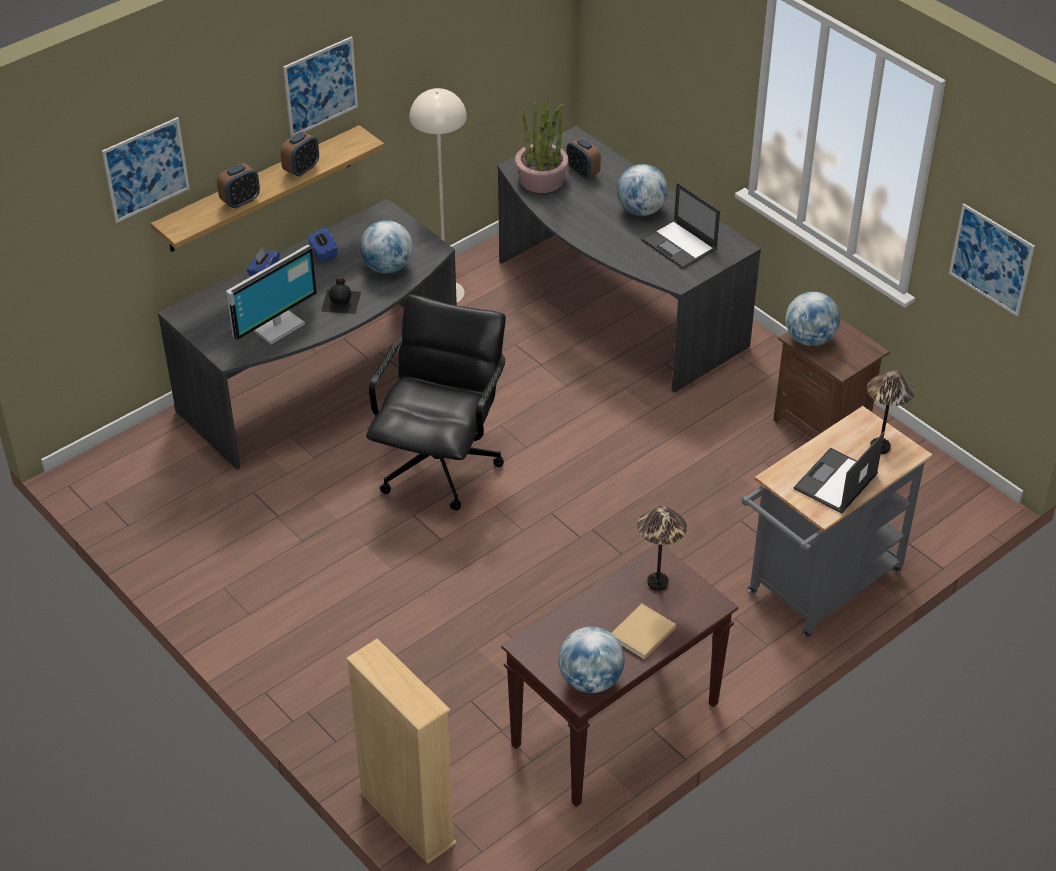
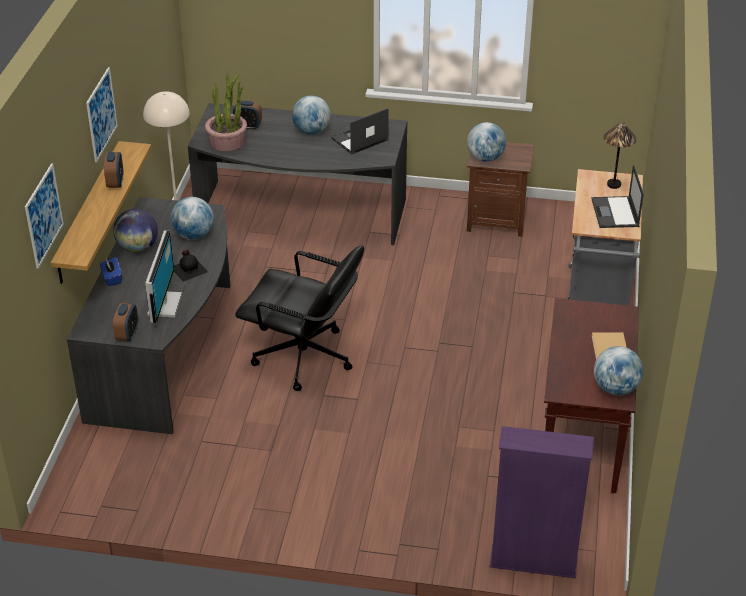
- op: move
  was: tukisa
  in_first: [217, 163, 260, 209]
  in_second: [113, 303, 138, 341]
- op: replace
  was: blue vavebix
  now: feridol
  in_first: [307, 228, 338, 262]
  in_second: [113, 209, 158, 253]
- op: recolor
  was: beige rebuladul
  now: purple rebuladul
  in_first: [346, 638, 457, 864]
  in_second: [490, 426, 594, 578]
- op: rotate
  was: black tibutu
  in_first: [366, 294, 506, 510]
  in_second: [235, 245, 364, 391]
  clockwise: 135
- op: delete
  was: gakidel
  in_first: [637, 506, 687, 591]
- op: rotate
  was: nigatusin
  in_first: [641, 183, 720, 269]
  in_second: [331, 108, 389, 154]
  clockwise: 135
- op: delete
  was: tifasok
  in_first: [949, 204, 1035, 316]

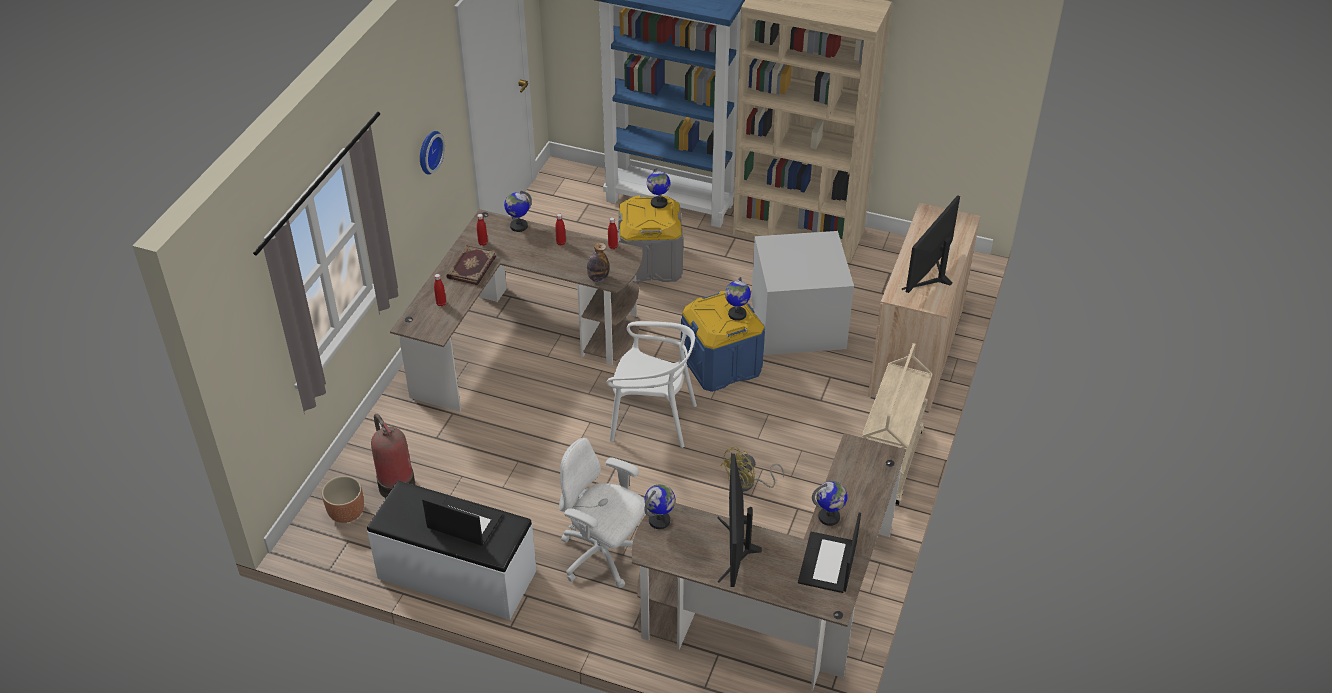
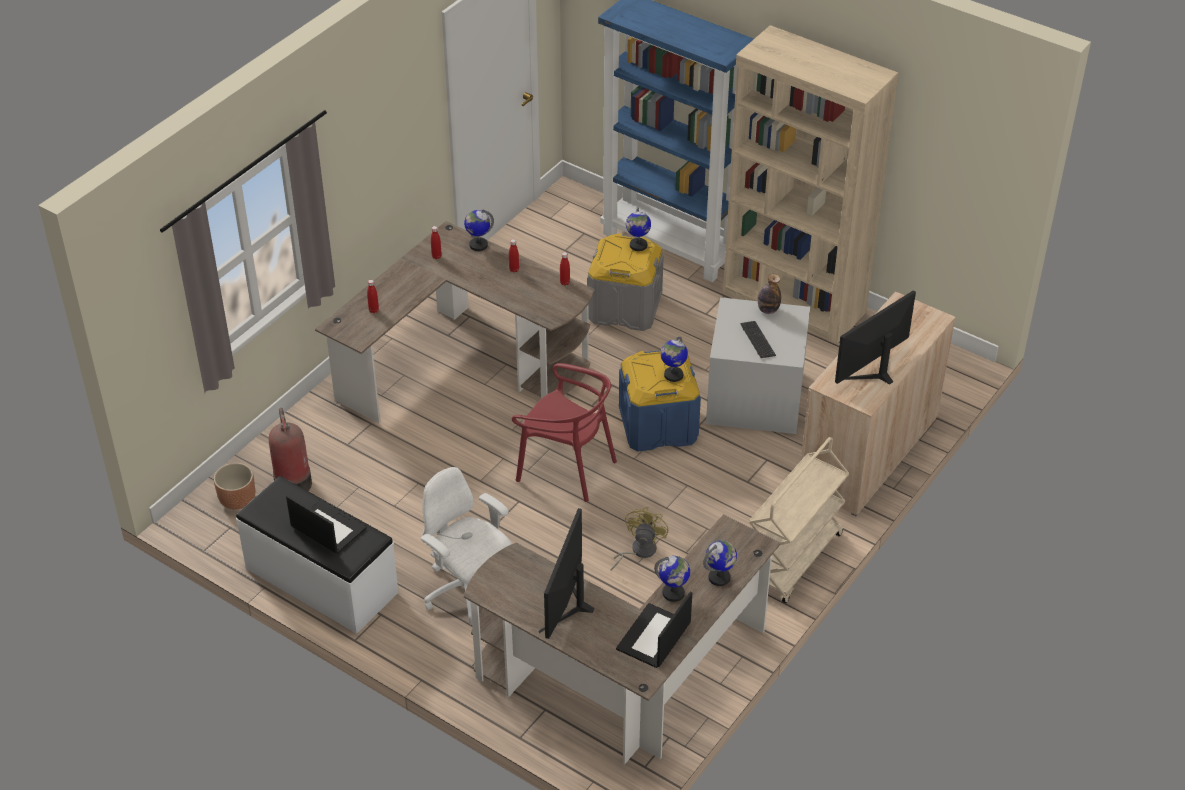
- op: delete
  was: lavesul
  in_first: [420, 131, 445, 175]
- op: delete
  was: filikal
  in_first: [446, 245, 496, 285]
- op: move
  was: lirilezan
  in_first: [587, 242, 609, 282]
  in_second: [758, 274, 781, 314]
- op: recolor
  was: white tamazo
  now: red tamazo
  in_first: [606, 321, 697, 448]
  in_second: [512, 363, 617, 502]
- op: move
  was: feridol
  in_first: [644, 484, 675, 529]
  in_second: [703, 540, 737, 586]
- op: rotate
  was: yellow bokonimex
  in_first: [720, 446, 784, 492]
  in_second: [611, 507, 668, 571]
  clockwise: 135
- op: insert
  now: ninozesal
  in_second: [740, 321, 776, 358]

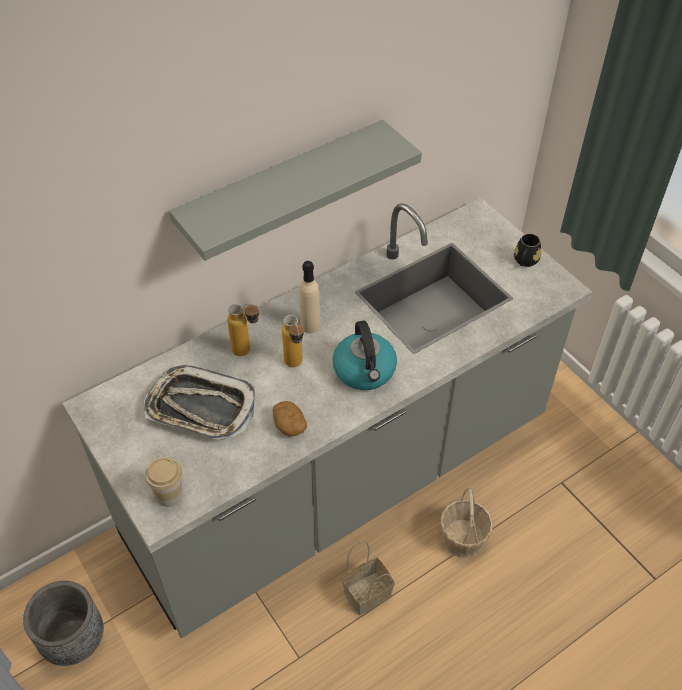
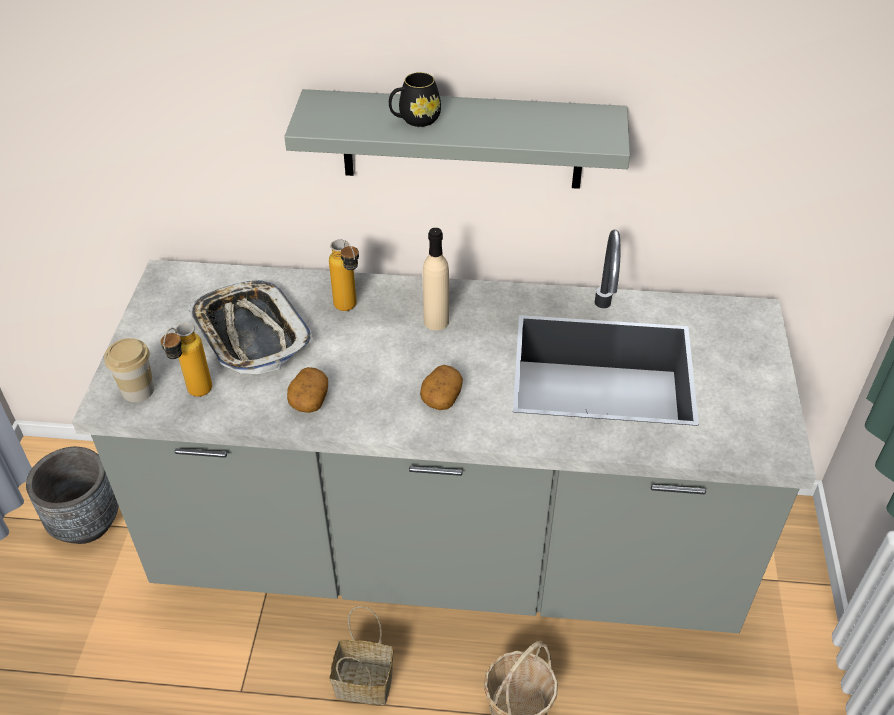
- op: move
  was: lirilezan
  in_first: [282, 315, 304, 367]
  in_second: [161, 322, 212, 397]
- op: replace
  was: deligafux
  now: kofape
  in_first: [332, 321, 397, 390]
  in_second: [420, 365, 463, 410]
- op: move
  was: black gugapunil
  in_first: [514, 234, 541, 267]
  in_second: [389, 72, 441, 127]

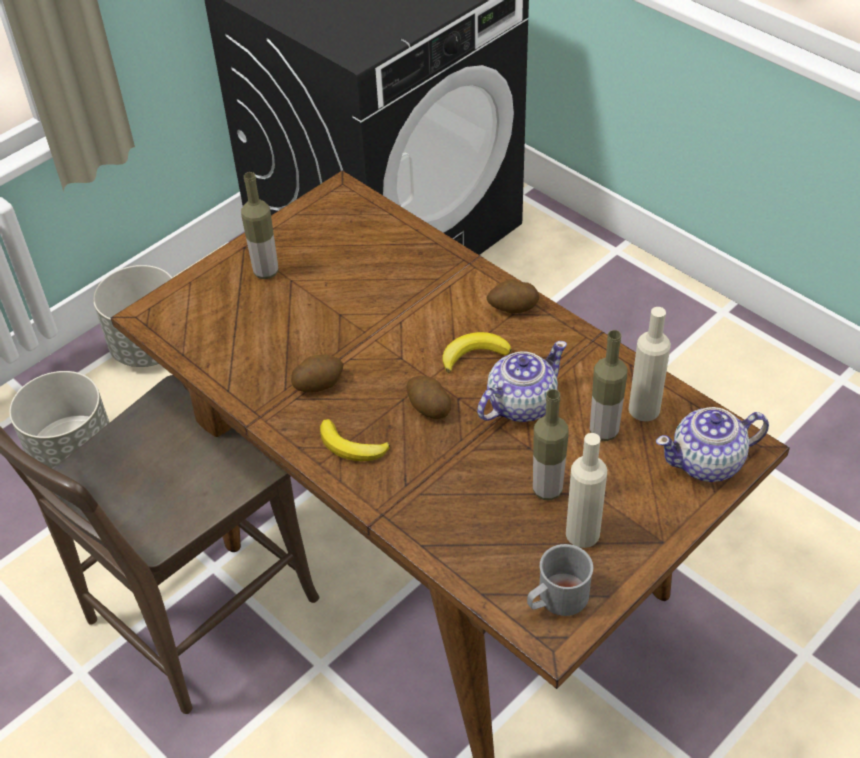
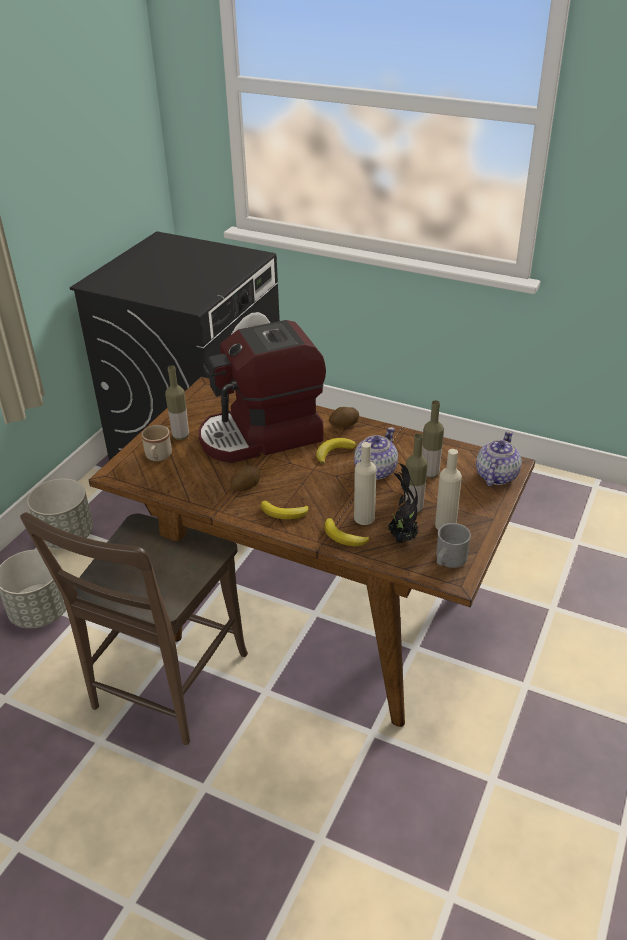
- op: delete
  was: kofape
  in_first: [407, 376, 451, 419]
- op: move
  was: beige lirilezan
  in_first: [629, 307, 671, 421]
  in_second: [354, 442, 377, 525]
- op: rotate
  was: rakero
  in_first: [656, 407, 769, 482]
  in_second: [476, 431, 522, 486]
  clockwise: 150
- op: insert
  now: beige gugapunil
  in_second: [142, 425, 172, 461]
- op: insert
  now: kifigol
  in_second: [199, 320, 326, 463]
- op: insert
  now: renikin
  in_second: [324, 518, 370, 546]
- op: insert
  now: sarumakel
  in_second: [385, 463, 419, 543]

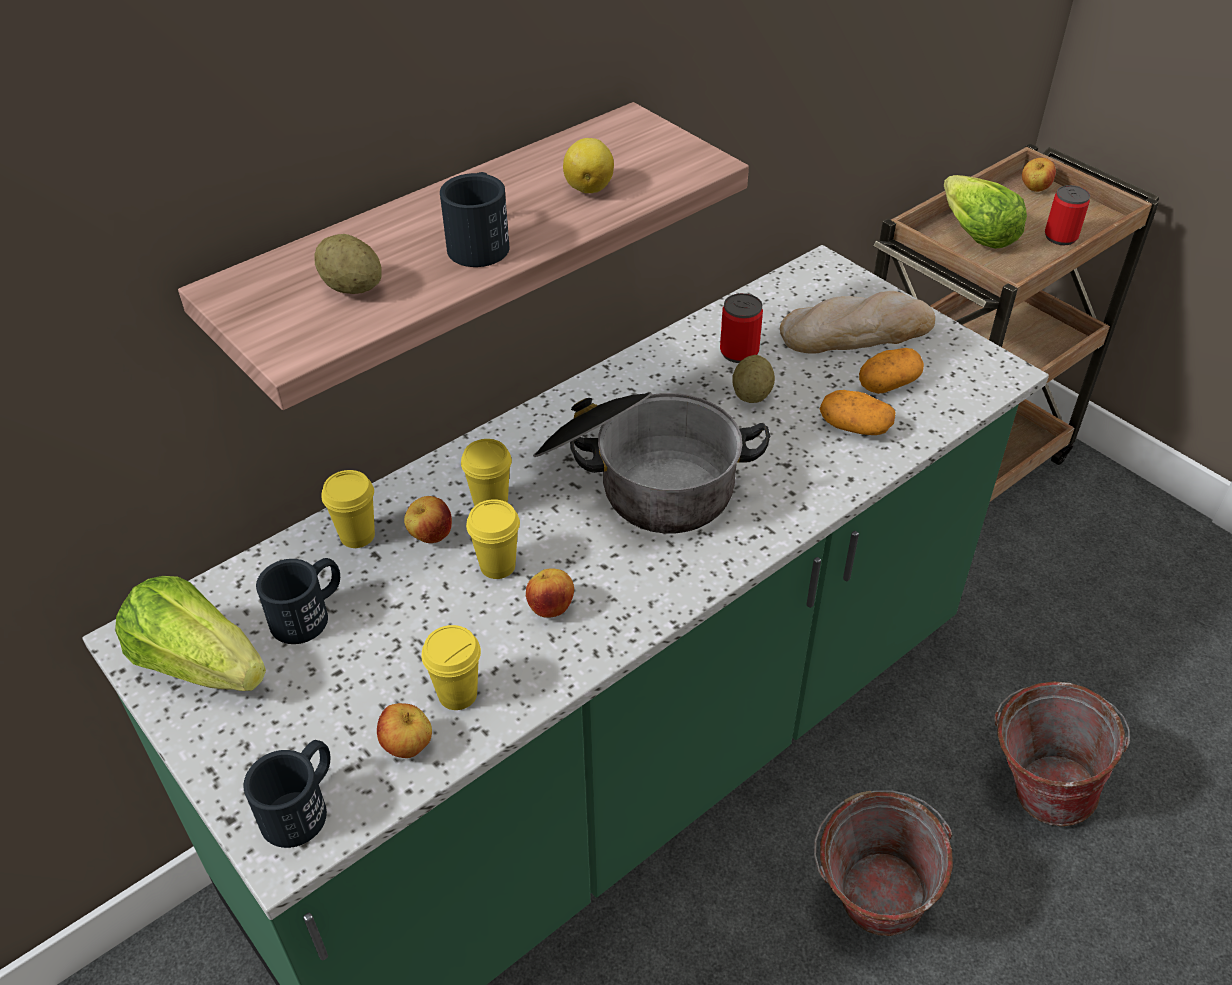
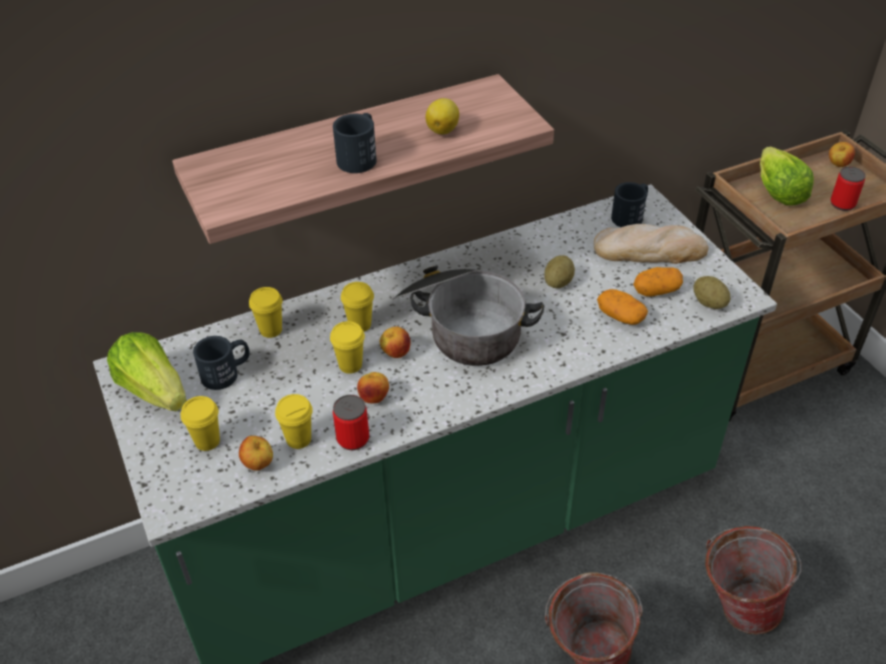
- op: move
  was: black gugapunil
  in_first: [243, 740, 330, 848]
  in_second: [611, 182, 648, 227]
- op: move
  was: kofape
  in_first: [314, 234, 382, 294]
  in_second: [693, 276, 730, 309]
- op: move
  was: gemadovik
  in_first: [404, 496, 452, 543]
  in_second: [380, 327, 411, 358]
- op: move
  was: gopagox
  in_first: [720, 293, 763, 363]
  in_second: [333, 395, 369, 450]
- op: insert
  now: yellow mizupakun
  in_second: [181, 396, 220, 451]

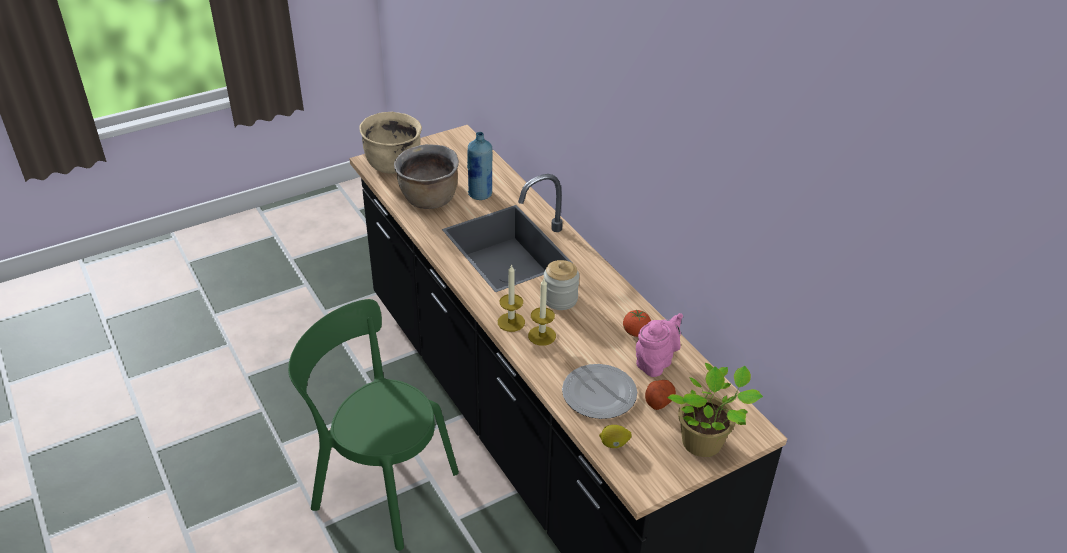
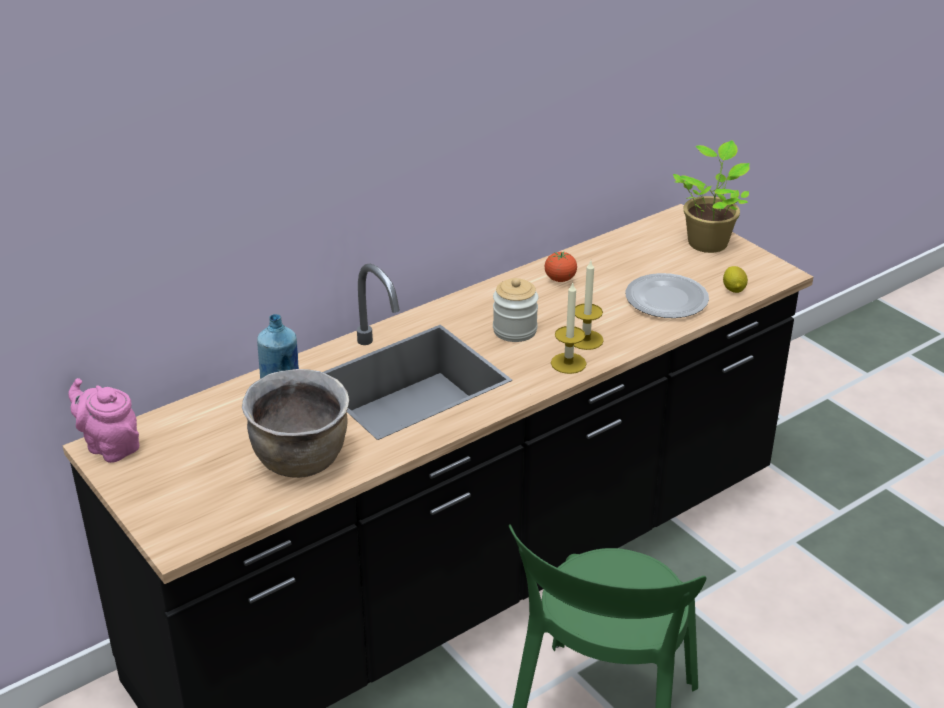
- op: delete
  was: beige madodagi
  in_first: [359, 112, 422, 174]
- op: move
  was: pink rakero
  in_first: [636, 313, 683, 377]
  in_second: [68, 378, 139, 463]
- op: delete
  was: kofape
  in_first: [645, 380, 676, 410]

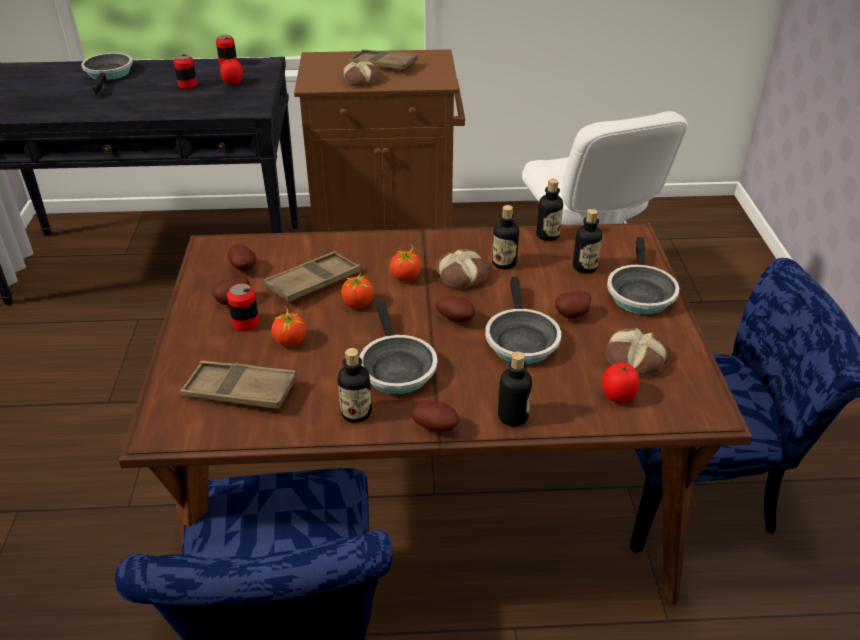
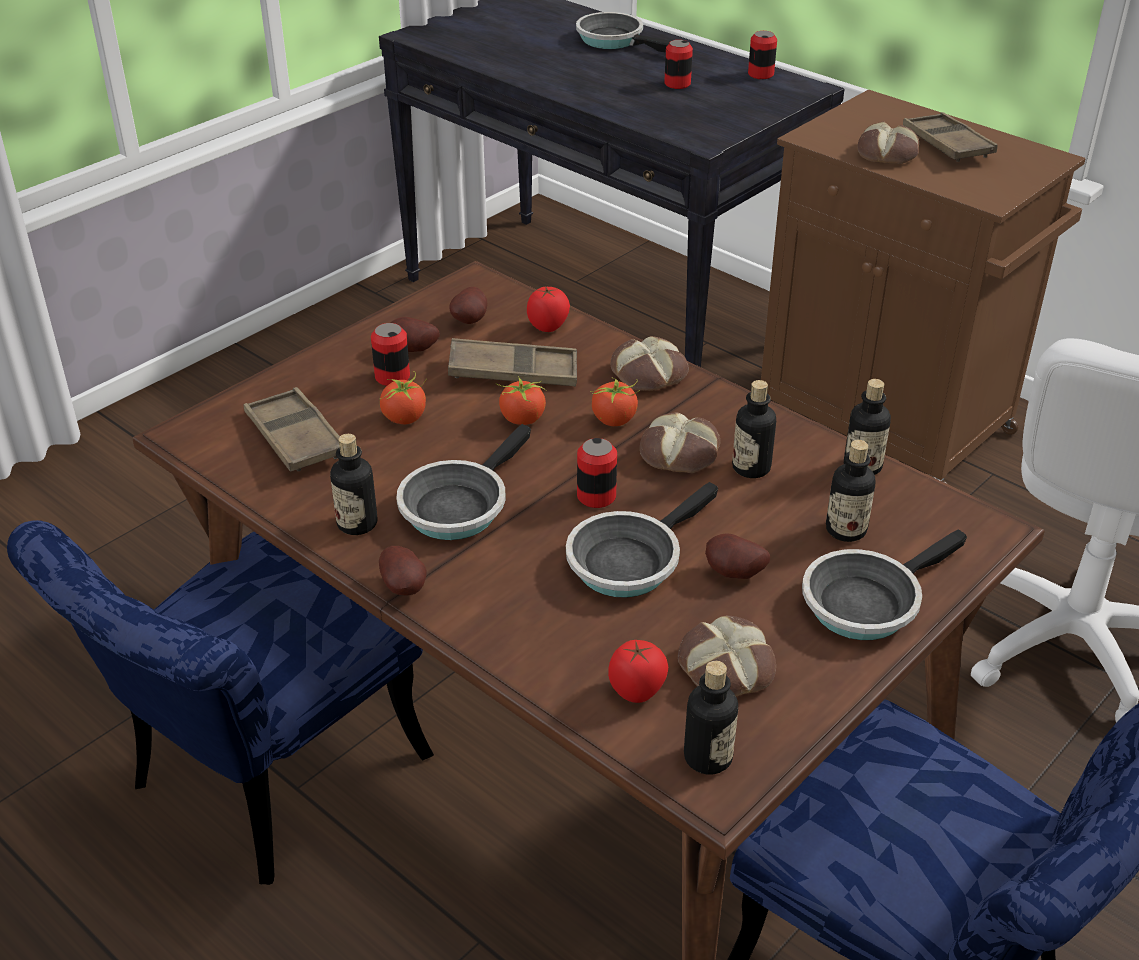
- op: rotate
  was: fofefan
  in_first: [81, 53, 133, 95]
  in_second: [576, 12, 671, 53]
  clockwise: -90
- op: move
  was: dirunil
  in_first: [220, 59, 243, 85]
  in_second: [527, 286, 570, 332]
- op: replace
  was: kofape
  now: gopagox
  in_first: [436, 295, 475, 322]
  in_second: [577, 438, 617, 508]
- op: move
  was: lirilezan
  in_first: [498, 351, 532, 426]
  in_second: [684, 661, 738, 775]
- op: insert
  now: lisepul
  in_second: [611, 336, 689, 391]

